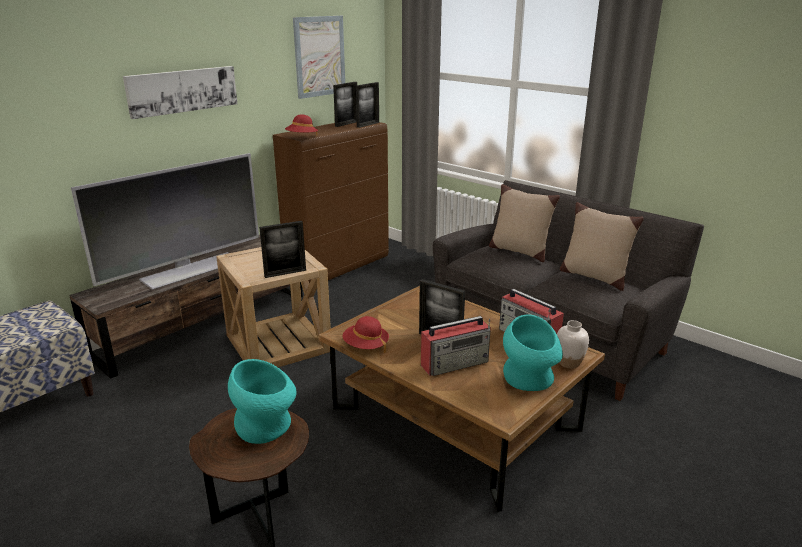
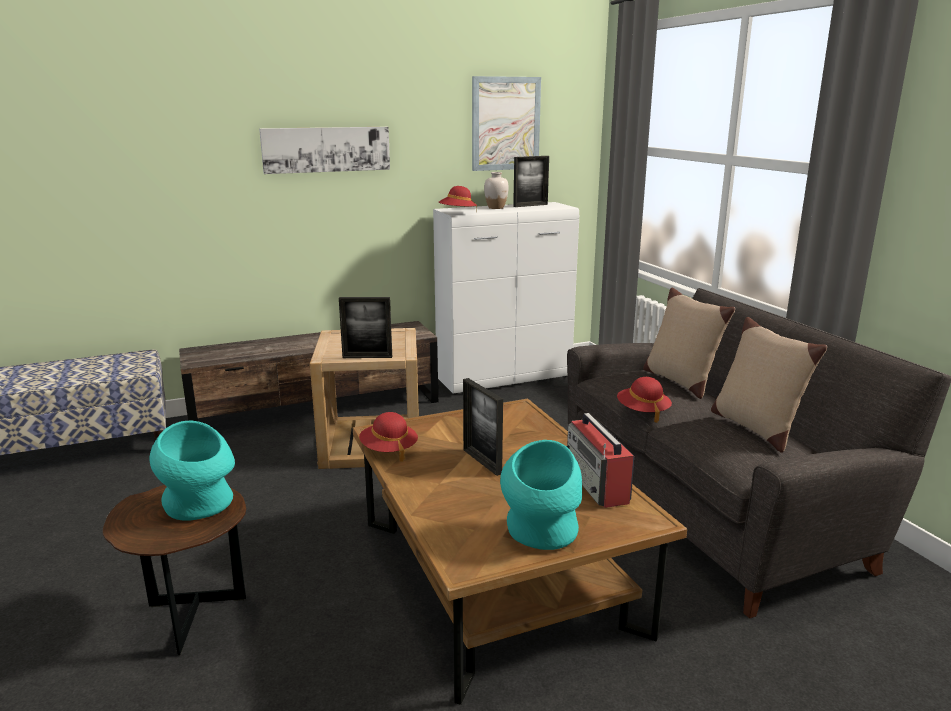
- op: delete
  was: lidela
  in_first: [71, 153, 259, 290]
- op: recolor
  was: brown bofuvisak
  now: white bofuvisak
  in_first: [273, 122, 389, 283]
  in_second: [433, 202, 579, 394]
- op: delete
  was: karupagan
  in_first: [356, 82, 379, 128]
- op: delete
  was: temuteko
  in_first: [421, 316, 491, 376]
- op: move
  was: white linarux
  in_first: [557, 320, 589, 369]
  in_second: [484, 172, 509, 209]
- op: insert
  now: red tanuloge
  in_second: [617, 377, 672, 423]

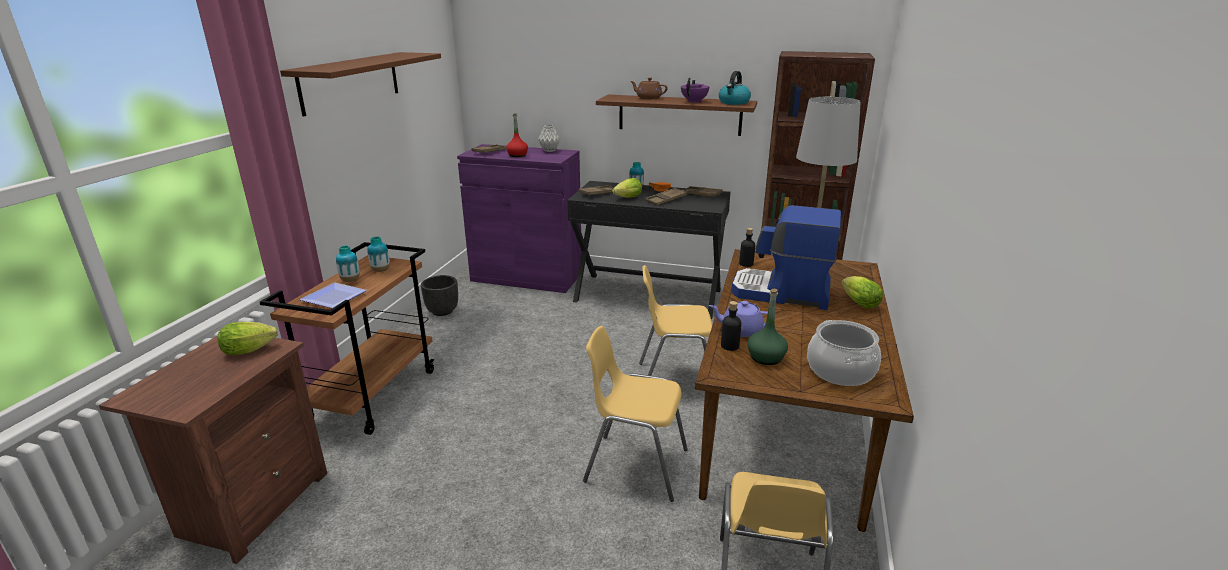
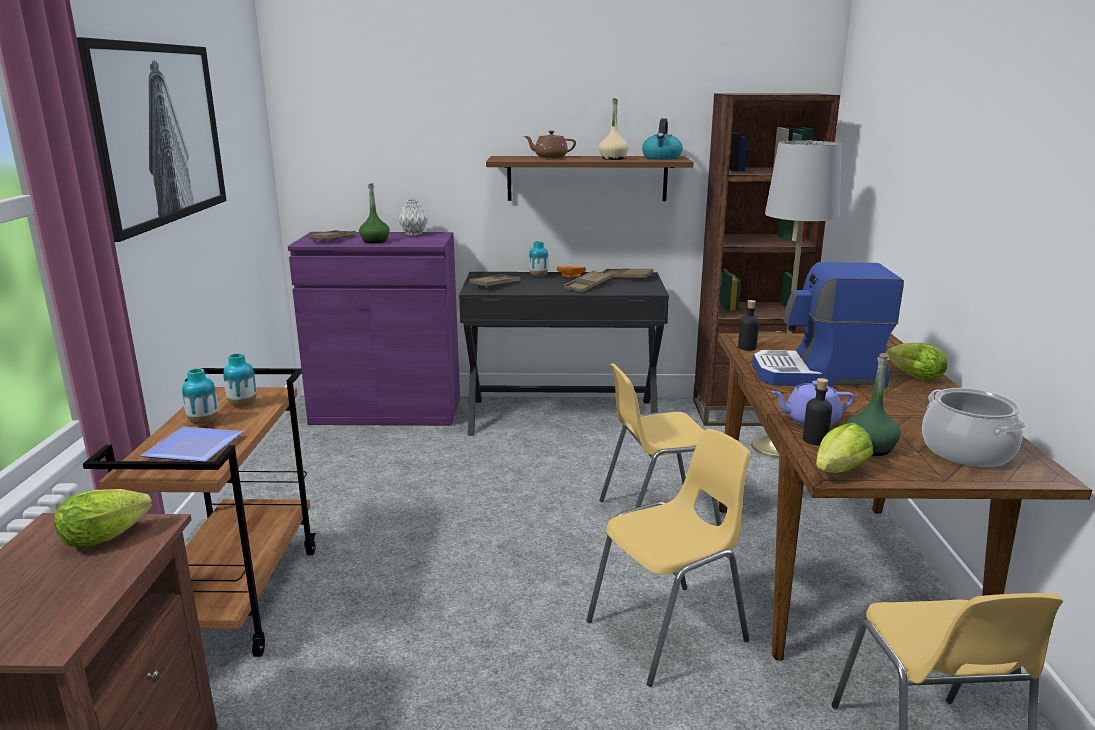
- op: replace
  was: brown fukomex
  now: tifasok
  in_first: [280, 52, 441, 117]
  in_second: [77, 37, 227, 242]
- op: delete
  was: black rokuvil
  in_first: [421, 275, 458, 316]
- op: recolor
  was: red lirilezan
  now: green lirilezan
  in_first: [506, 113, 528, 157]
  in_second: [359, 183, 390, 243]
- op: rotate
  was: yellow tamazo
  in_first: [583, 326, 688, 502]
  in_second: [587, 429, 751, 687]
  clockwise: 150
- op: move
  was: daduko
  in_first: [612, 178, 642, 198]
  in_second: [816, 423, 873, 473]
- op: replace
  was: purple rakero
  now: beige lirilezan
  in_first: [681, 77, 709, 103]
  in_second: [599, 98, 629, 160]

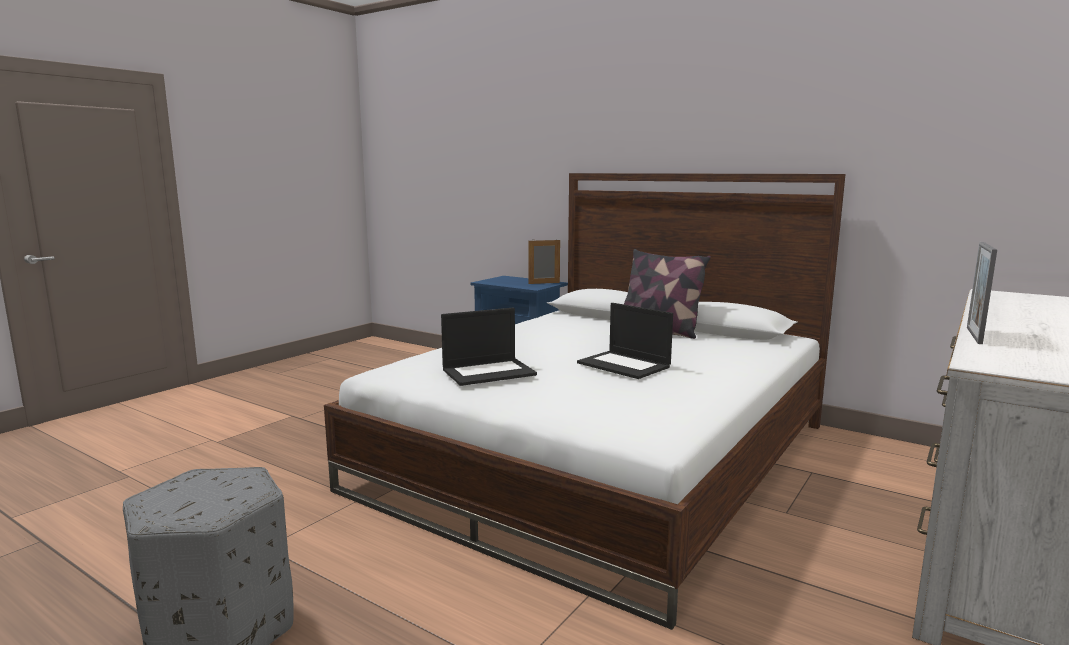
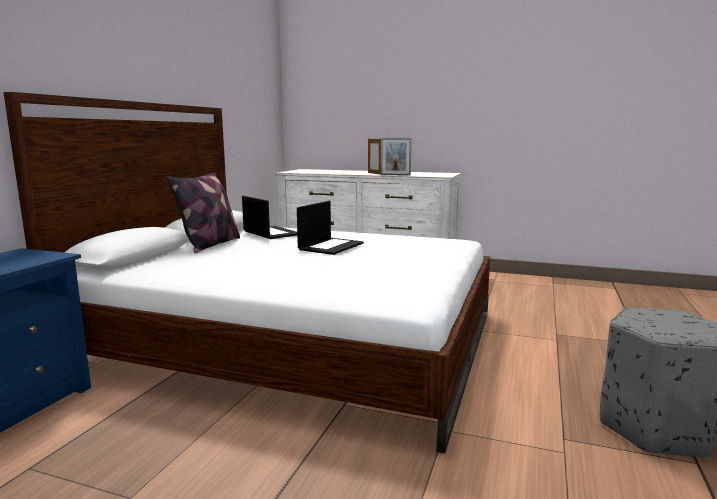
- op: move
  was: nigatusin
  in_first: [441, 308, 537, 386]
  in_second: [242, 196, 297, 239]
- op: move
  was: karupagan
  in_first: [528, 239, 560, 284]
  in_second: [368, 139, 381, 175]

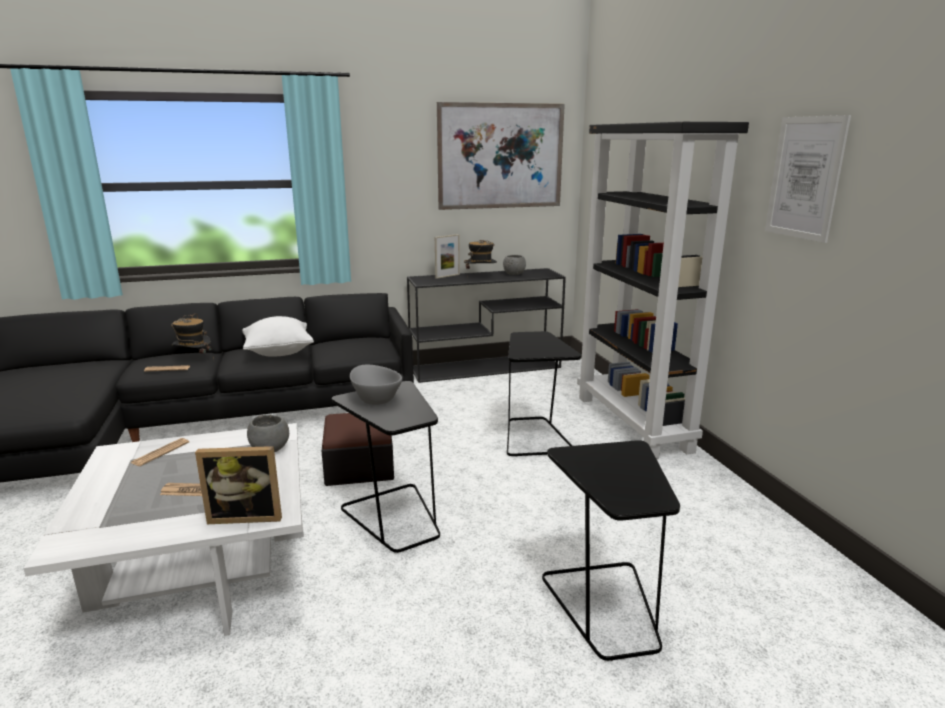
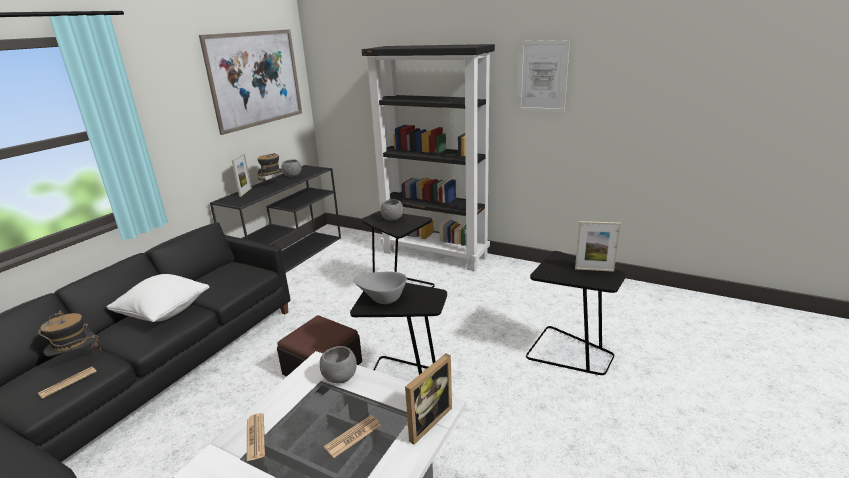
- op: insert
  now: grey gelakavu
  in_second: [380, 199, 403, 221]
- op: insert
  now: karupagan
  in_second: [575, 221, 621, 272]

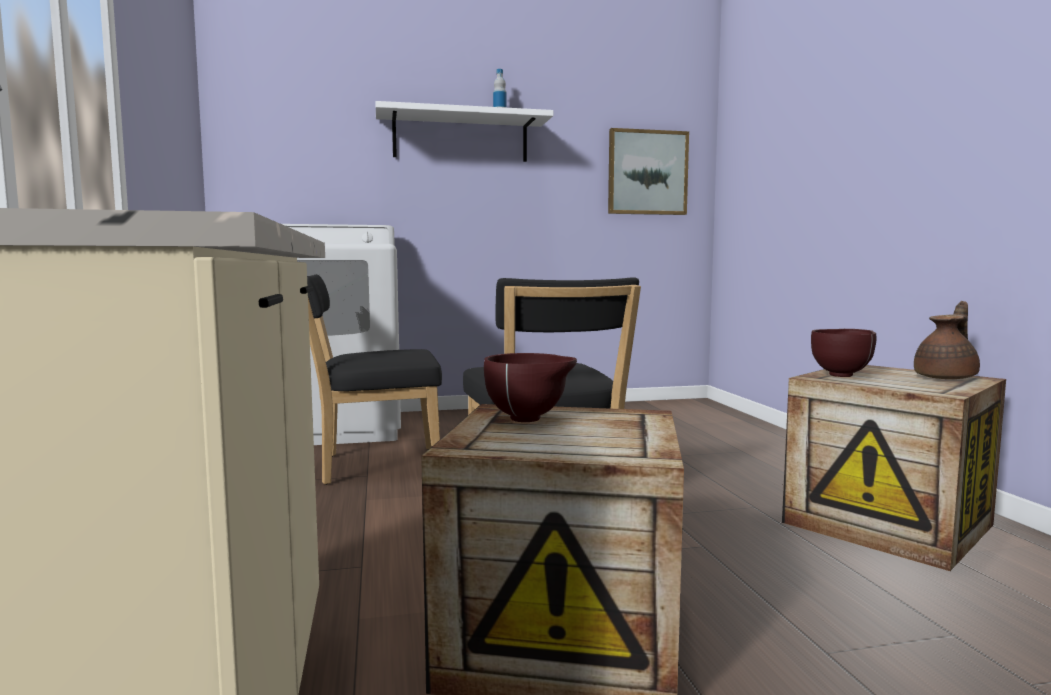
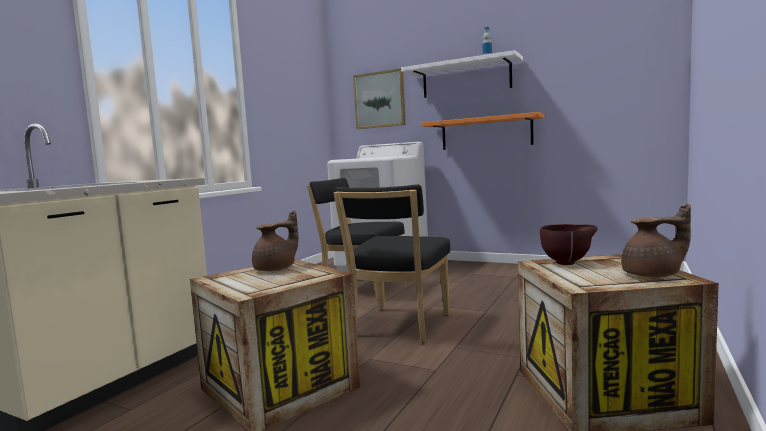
- op: replace
  was: brown gelakavu
  now: brown rakero
  in_first: [484, 353, 577, 422]
  in_second: [252, 211, 299, 271]
- op: move
  was: tifasok
  in_first: [608, 128, 689, 215]
  in_second: [353, 68, 406, 129]
- op: insert
  now: orange fukomex
  in_second: [421, 112, 545, 150]

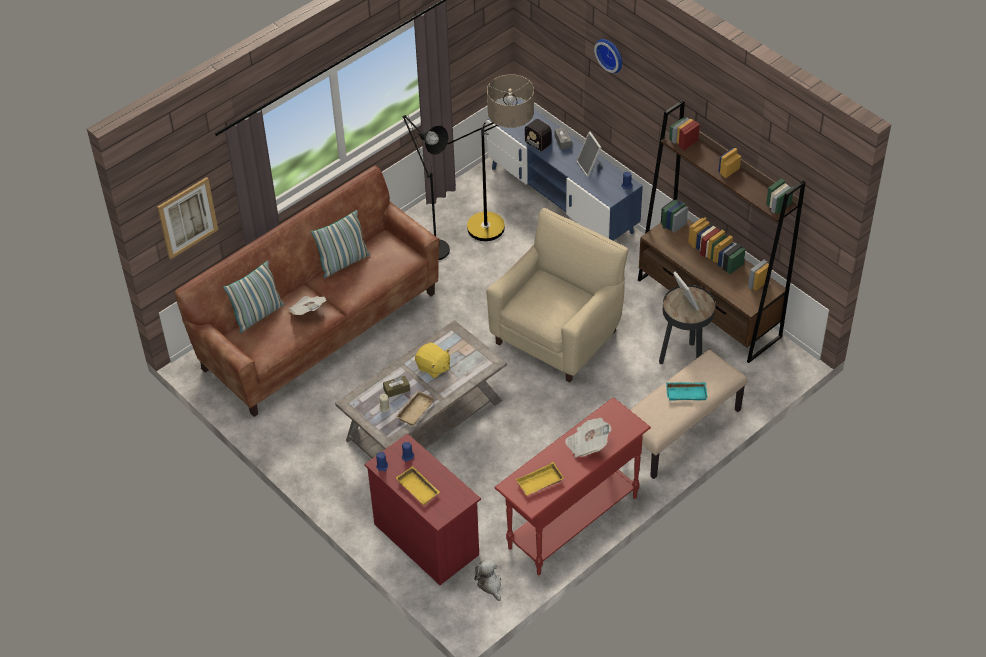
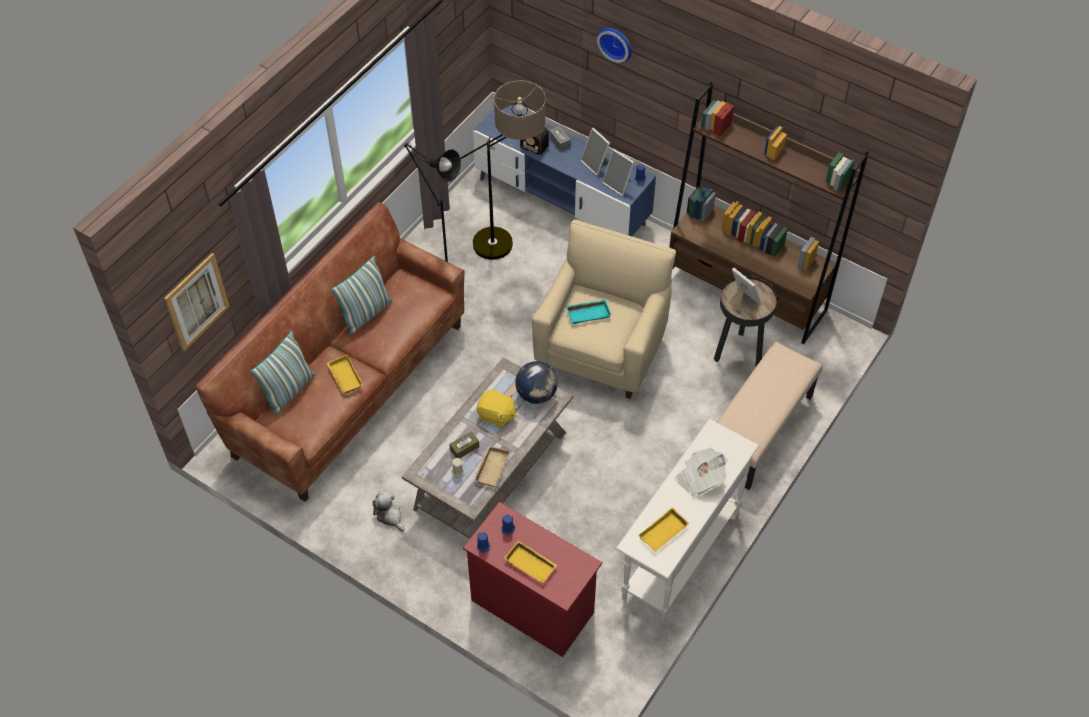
- op: replace
  was: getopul
  now: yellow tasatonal
  in_first: [288, 296, 326, 315]
  in_second: [327, 355, 363, 394]
- op: move
  was: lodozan
  in_first: [474, 560, 501, 601]
  in_second: [373, 492, 404, 532]
- op: recolor
  was: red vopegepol
  now: white vopegepol
  in_first: [494, 397, 651, 575]
  in_second: [616, 419, 759, 623]
- op: move
  was: turquoise tasatonal
  in_first: [666, 382, 708, 400]
  in_second: [566, 299, 611, 324]
- op: insert
  now: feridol
  in_second: [515, 361, 558, 404]
- op: insert
  now: karupagan
  in_second: [602, 149, 635, 196]

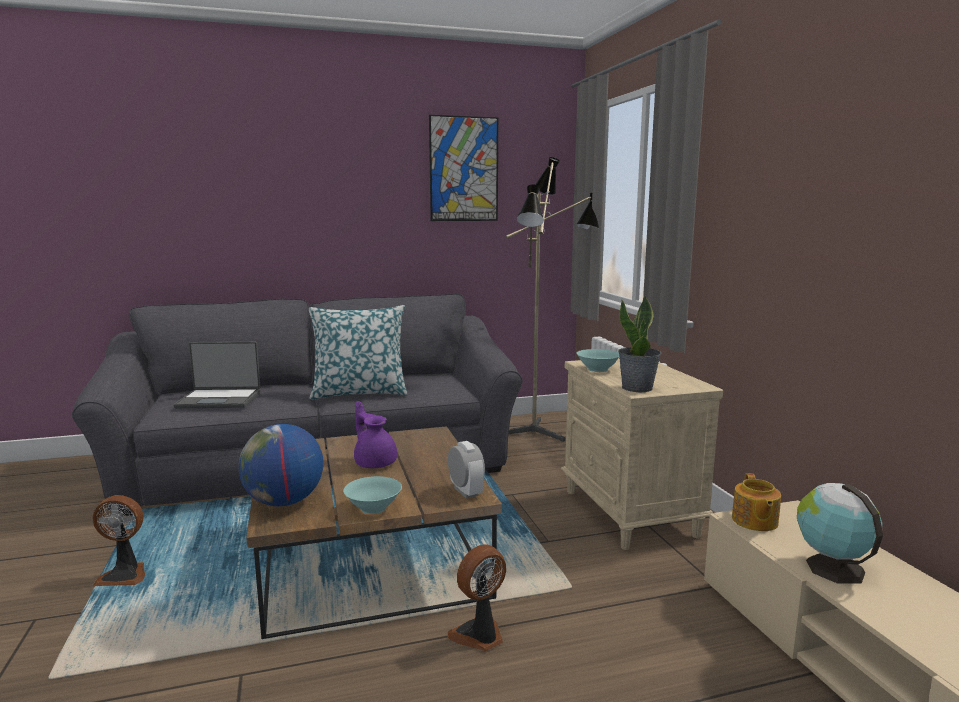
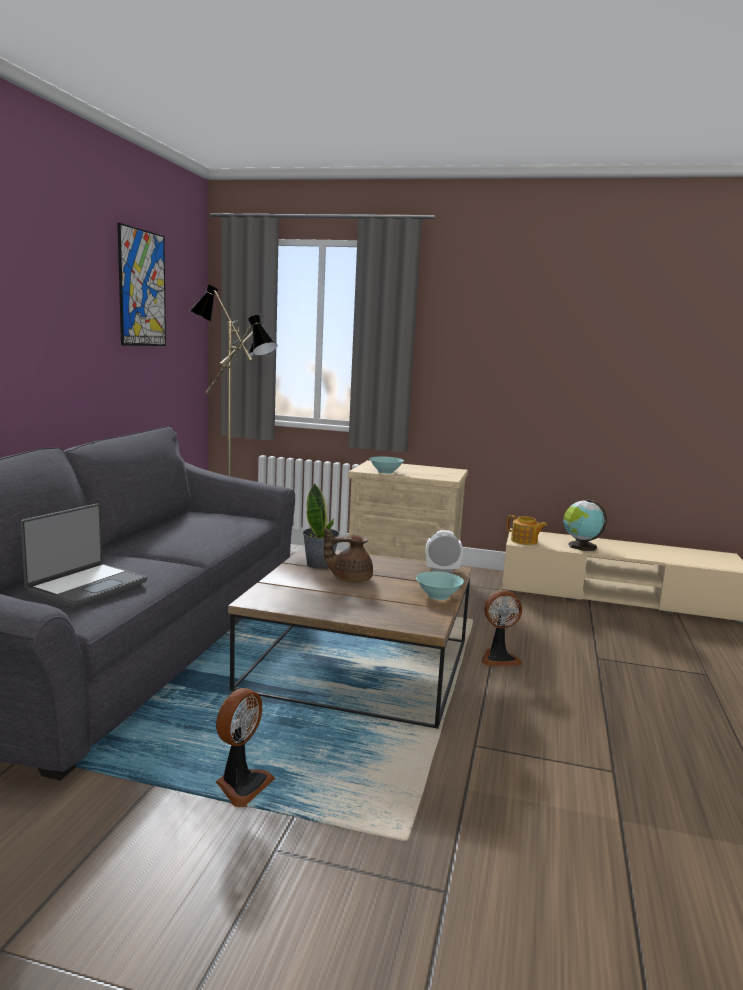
- op: delete
  was: feridol
  in_first: [239, 424, 324, 506]
- op: delete
  was: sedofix
  in_first: [309, 305, 408, 400]
- op: recolor
  was: purple rakero
  now: brown rakero
  in_first: [354, 401, 397, 468]
  in_second: [324, 528, 373, 583]
- op: rotate
  was: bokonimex
  in_first: [448, 544, 506, 651]
  in_second: [482, 590, 522, 666]
  clockwise: -90
- op: move
  was: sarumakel
  in_first: [618, 295, 661, 392]
  in_second: [303, 483, 340, 569]

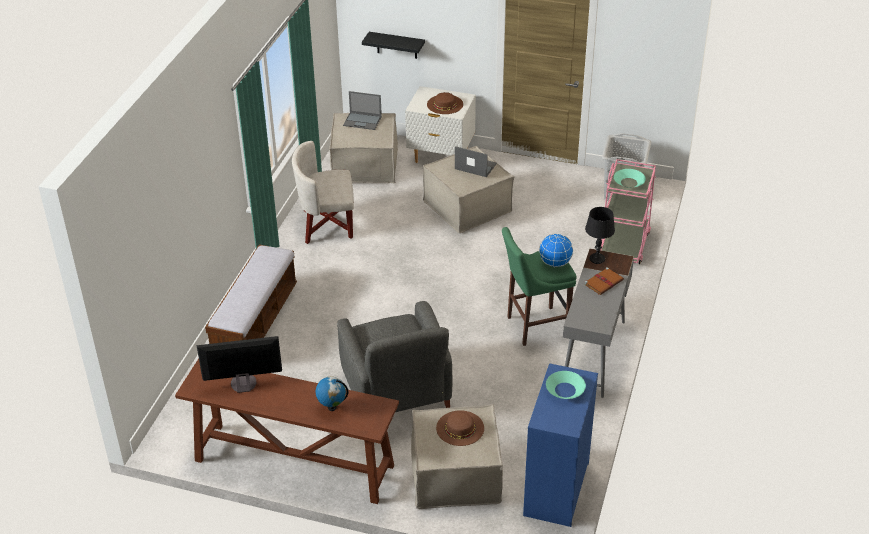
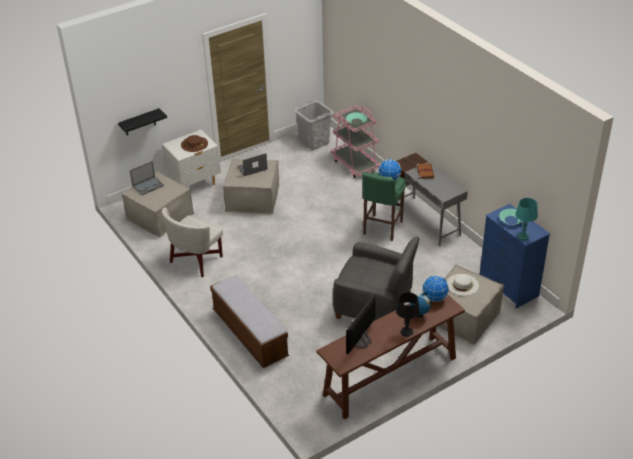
- op: recolor
  was: brown tanuloge
  now: white tanuloge
  in_first: [436, 410, 484, 446]
  in_second: [447, 274, 479, 296]
- op: move
  was: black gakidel
  in_first: [585, 207, 615, 264]
  in_second: [396, 292, 420, 337]
- op: insert
  now: feridol
  in_second: [422, 275, 449, 302]
- op: insert
  now: turquoise gakidel
  in_second: [515, 198, 538, 241]

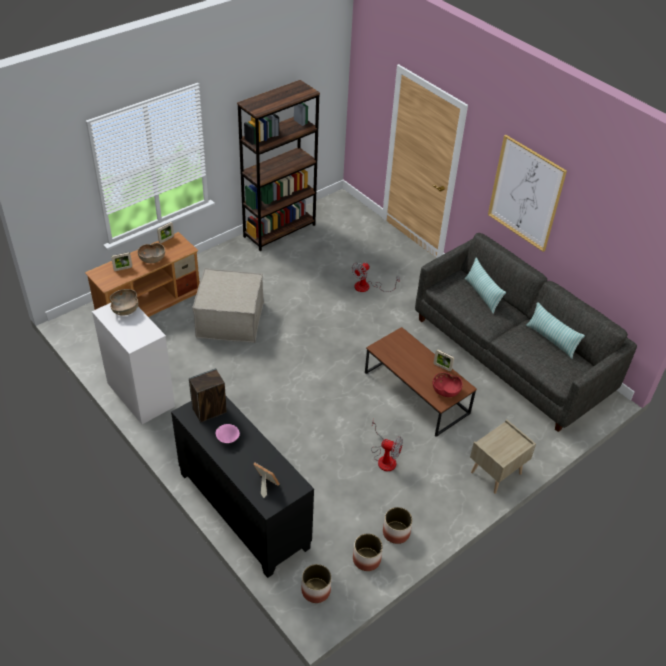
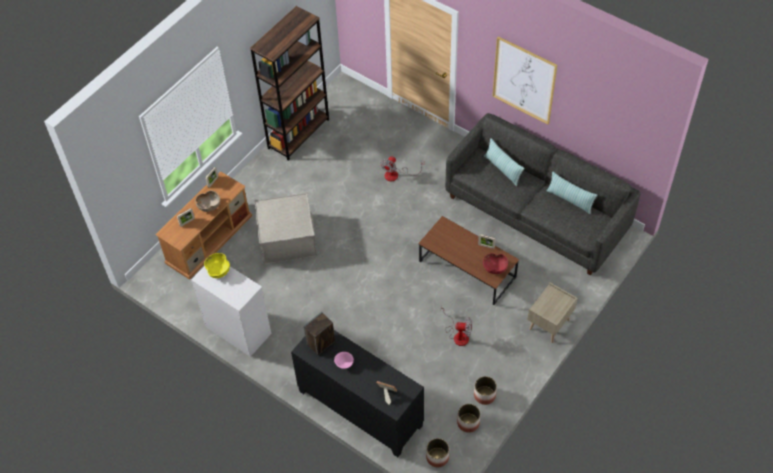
- op: recolor
  was: brown gelakavu
  now: yellow gelakavu
  in_first: [110, 289, 138, 316]
  in_second: [204, 253, 230, 278]

